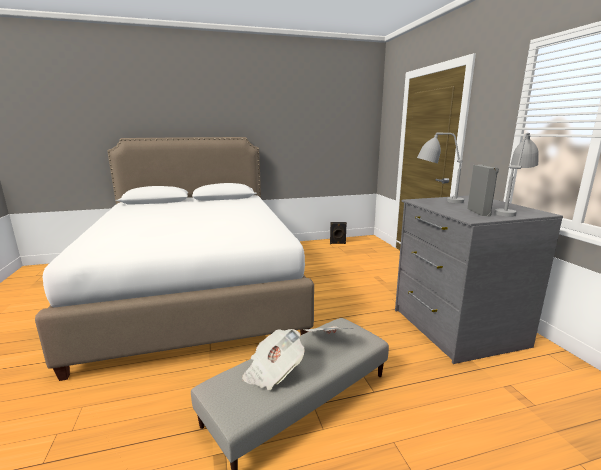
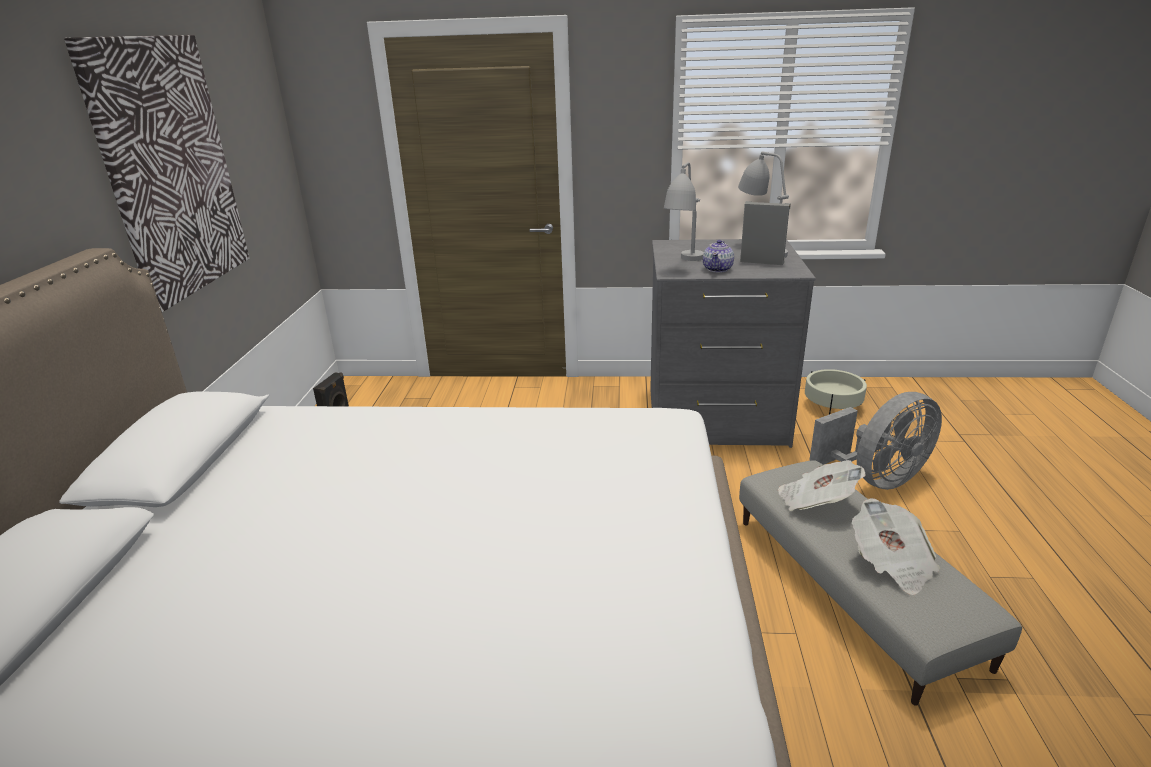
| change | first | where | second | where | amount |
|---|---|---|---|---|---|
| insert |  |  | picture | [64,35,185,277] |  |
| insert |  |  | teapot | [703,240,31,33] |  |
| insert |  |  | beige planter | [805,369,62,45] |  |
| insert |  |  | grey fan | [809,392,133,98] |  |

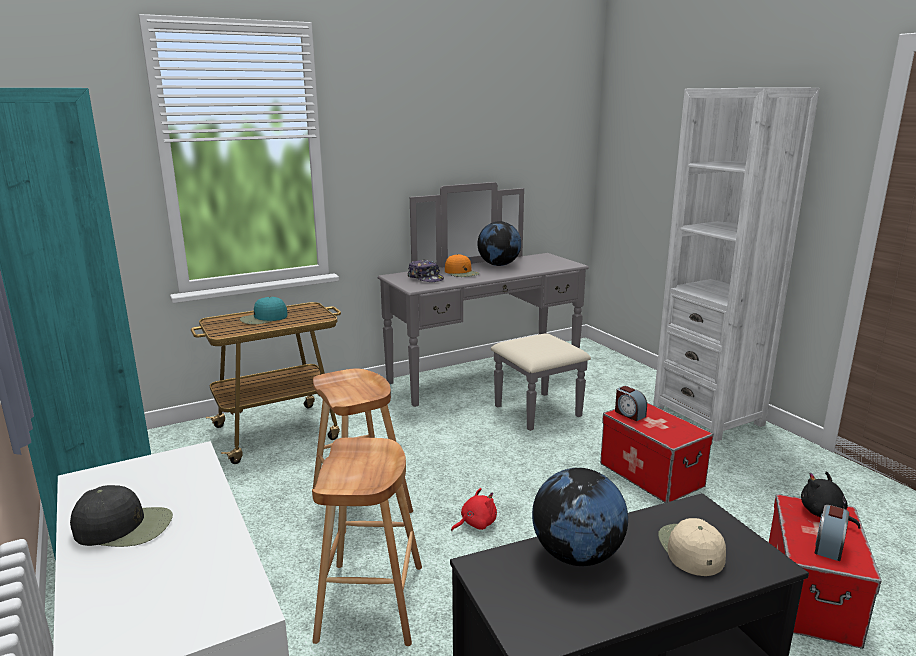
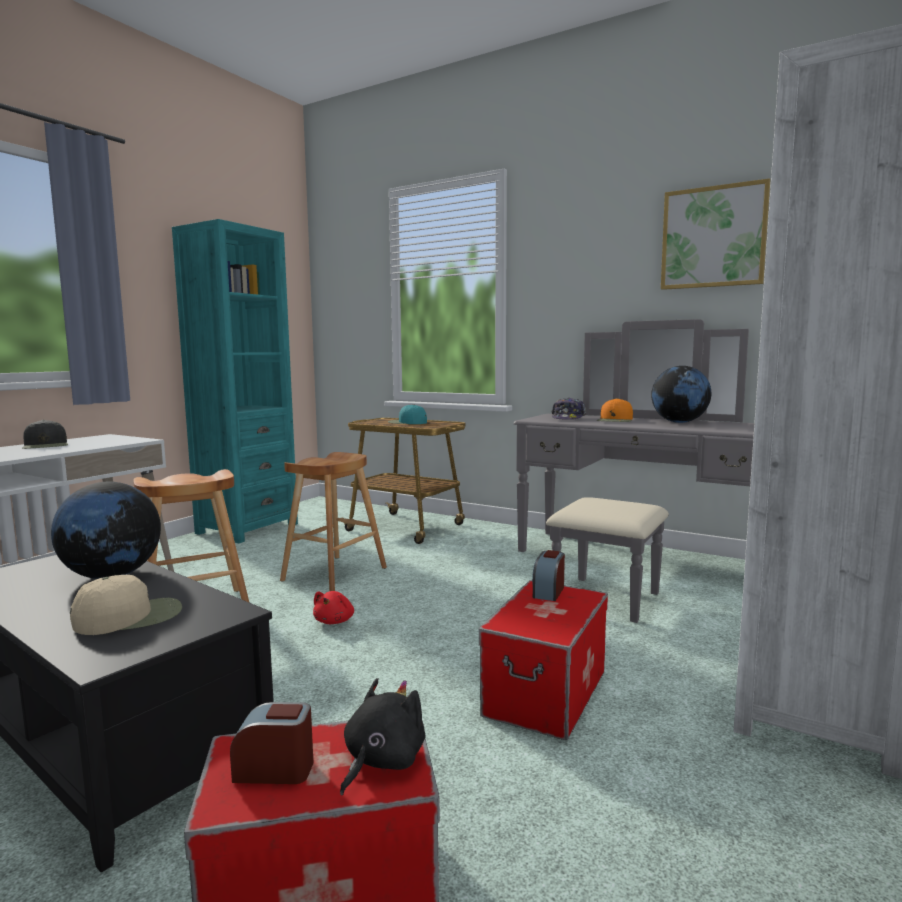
| change | first | where | second | where | amount |
|---|---|---|---|---|---|
| insert |  |  | picture | [661,178,109,112] |  |
| rotate | red plush toy | [451,488,46,43] |  | [313,591,41,33] | 75 degrees clockwise |

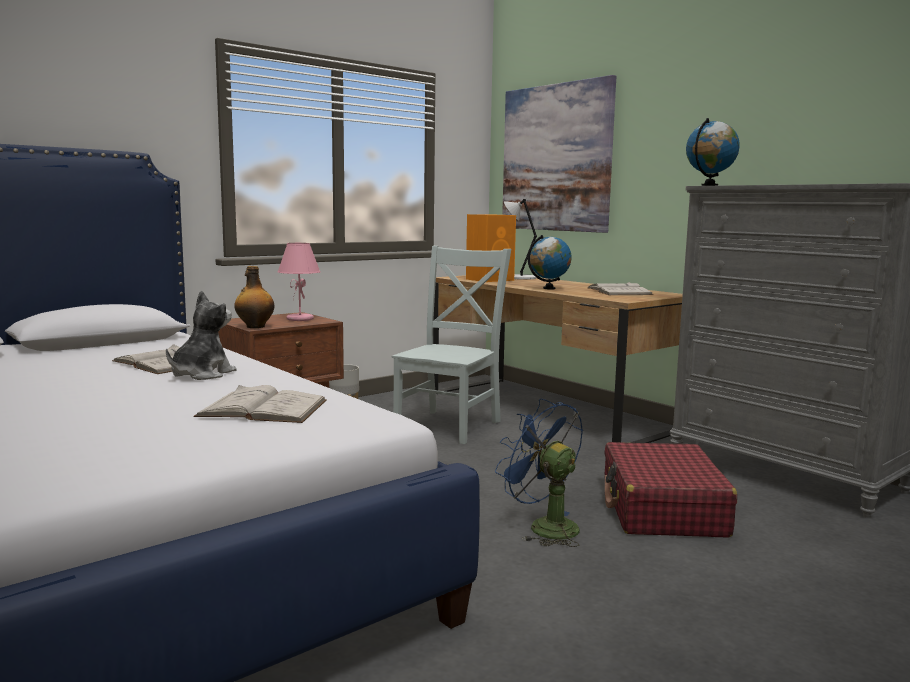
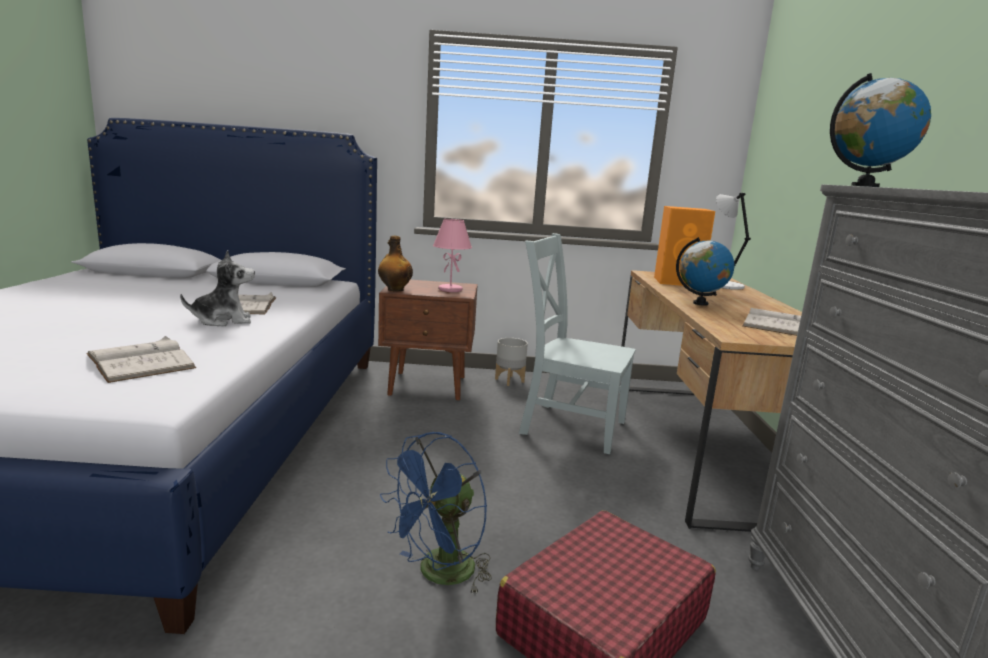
| change | first | where | second | where | amount |
|---|---|---|---|---|---|
| delete | picture | [502,75,114,158] |  |  |  |
| rotate | grey chair | [392,246,119,198] |  | [519,233,117,221] | 135 degrees counterclockwise |
| rotate | blue fan | [495,399,88,148] |  | [380,432,112,163] | 135 degrees counterclockwise |

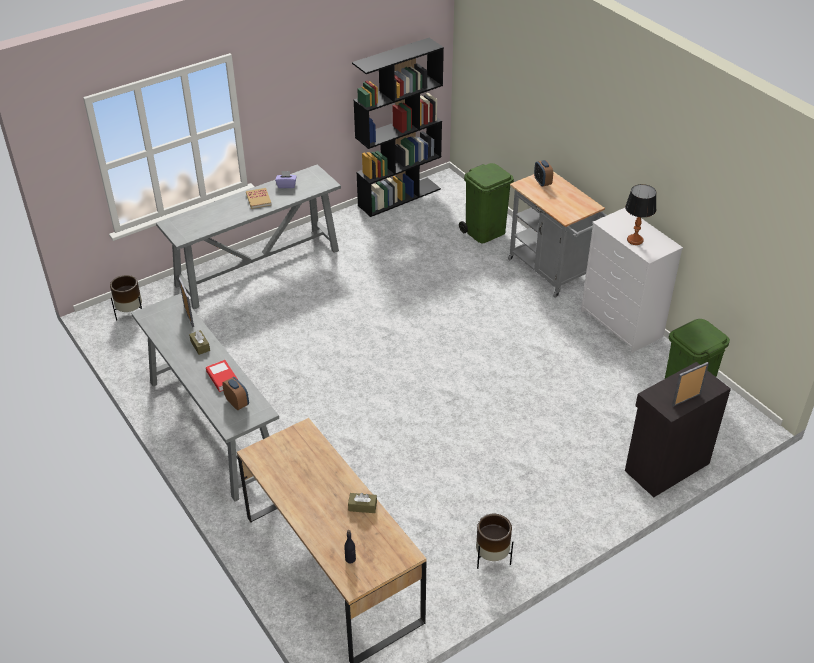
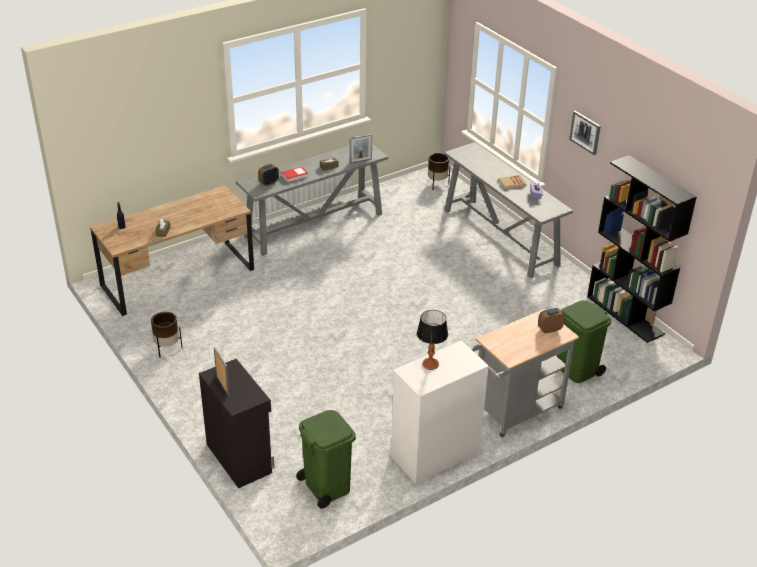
| change | first | where | second | where | amount |
|---|---|---|---|---|---|
| insert |  |  | picture | [569,111,32,44] |  |

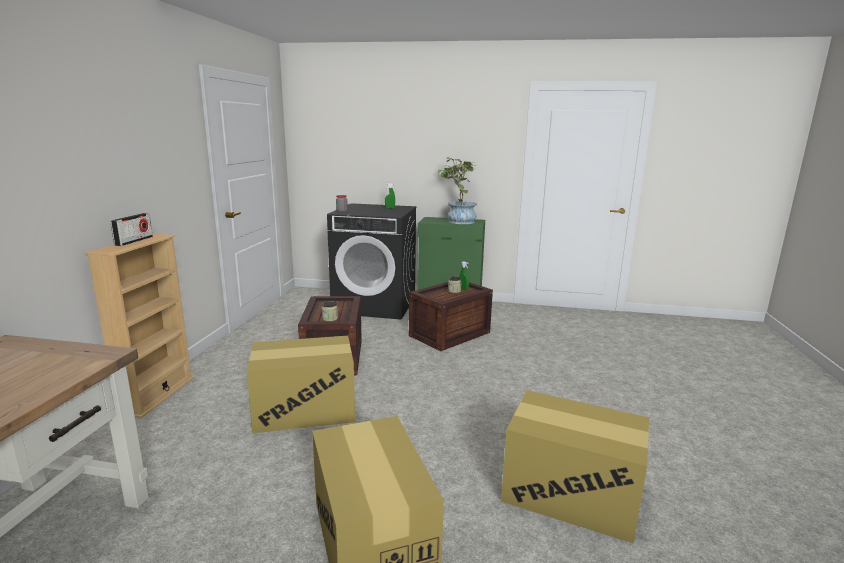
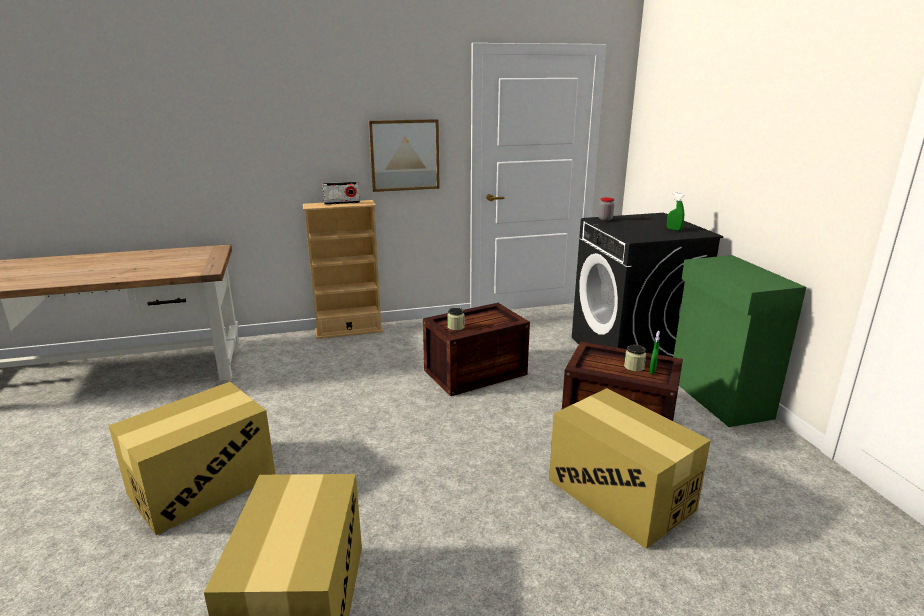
| change | first | where | second | where | amount |
|---|---|---|---|---|---|
| delete | potted plant | [438,157,39,67] |  |  |  |
| insert |  |  | picture | [369,119,71,73] |  |
| move | cardboard box | [247,336,108,97] |  | [549,388,162,161] |  |

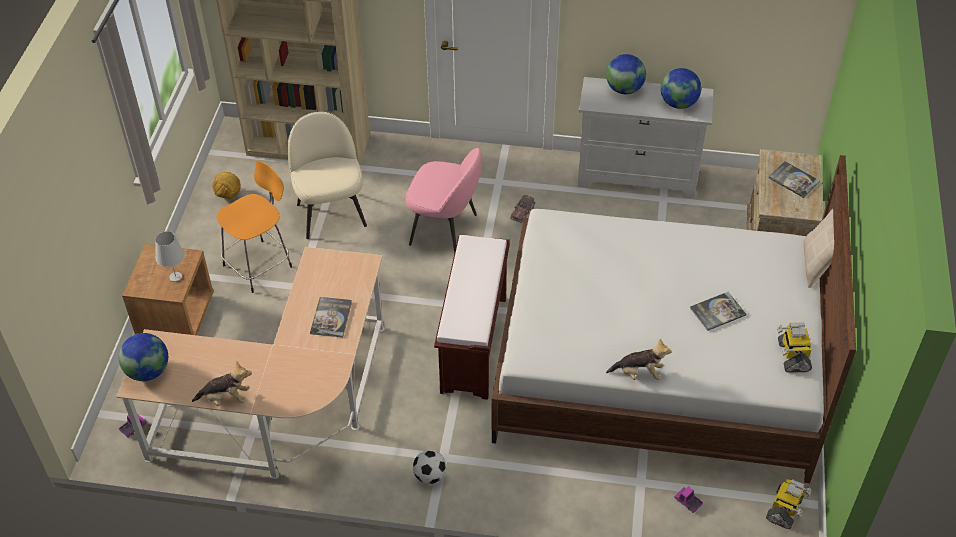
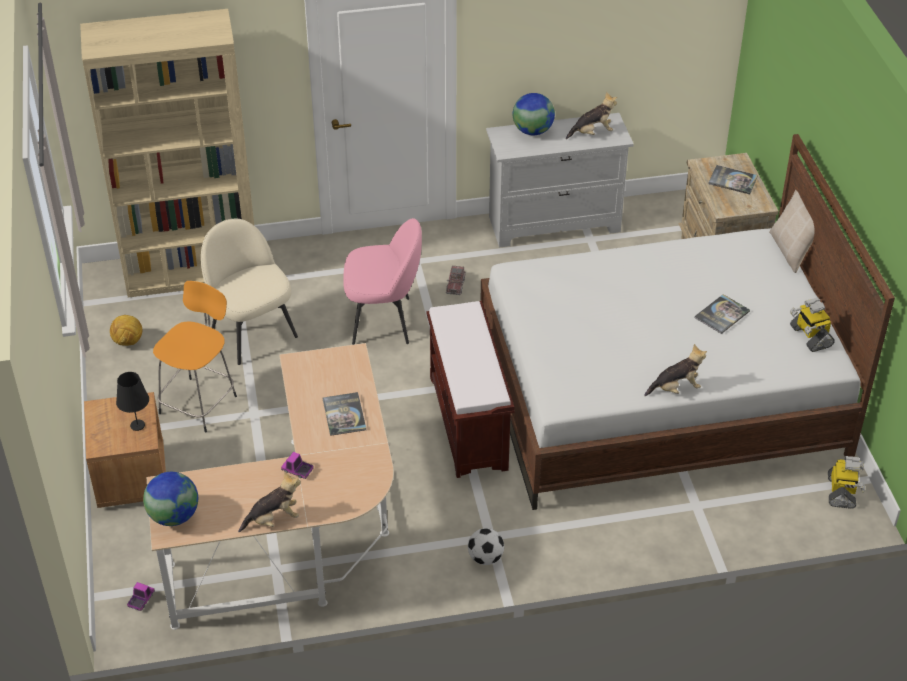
| change | first | where | second | where | amount |
|---|---|---|---|---|---|
| move | toy truck | [674,486,29,27] |  | [281,452,33,27] |  |
| replace | globe | [661,68,40,41] | plush toy | [566,91,51,48] |  |
| recolor | white table lamp | [155,231,30,51] | black table lamp | [116,372,33,59] |  |

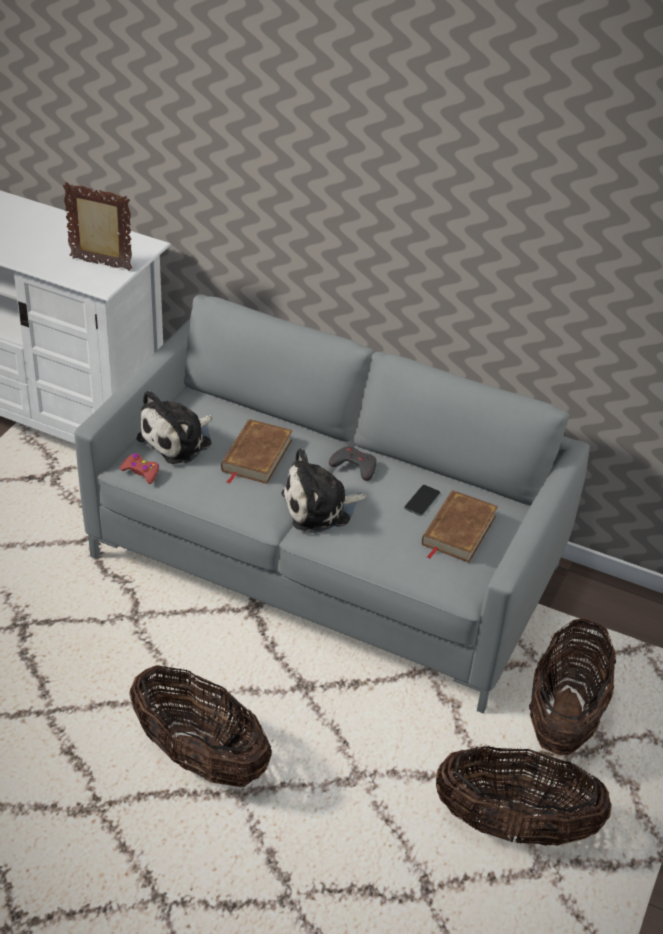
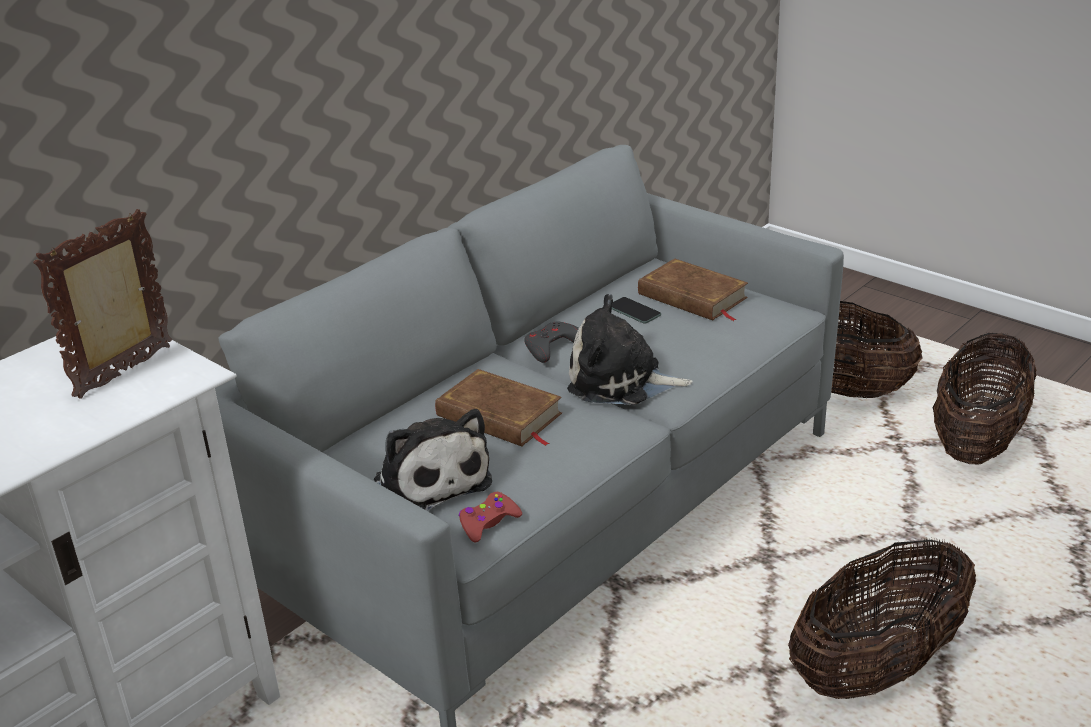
| change | first | where | second | where | amount |
|---|---|---|---|---|---|
| rotate | plush toy | [281,448,86,85] |  | [567,294,126,111] | 105 degrees clockwise |

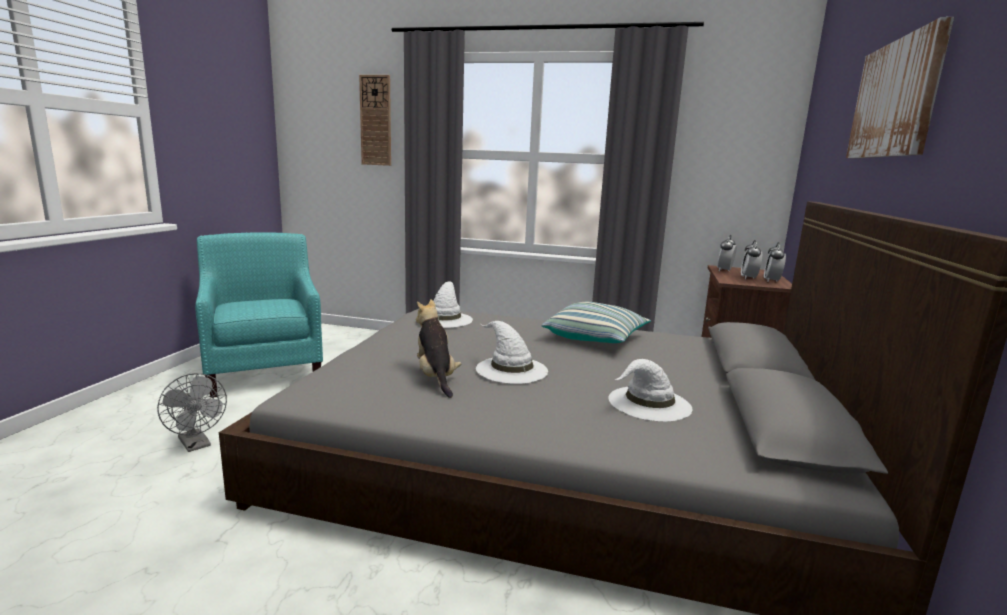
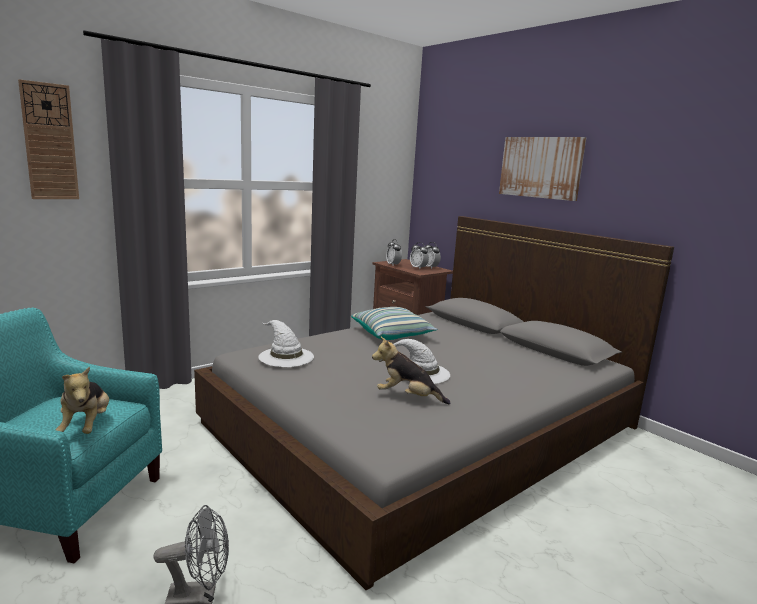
| change | first | where | second | where | amount |
|---|---|---|---|---|---|
| delete | white hat | [608,359,84,63] |  |  |  |
| insert |  |  | plush toy | [56,366,53,68] |  |

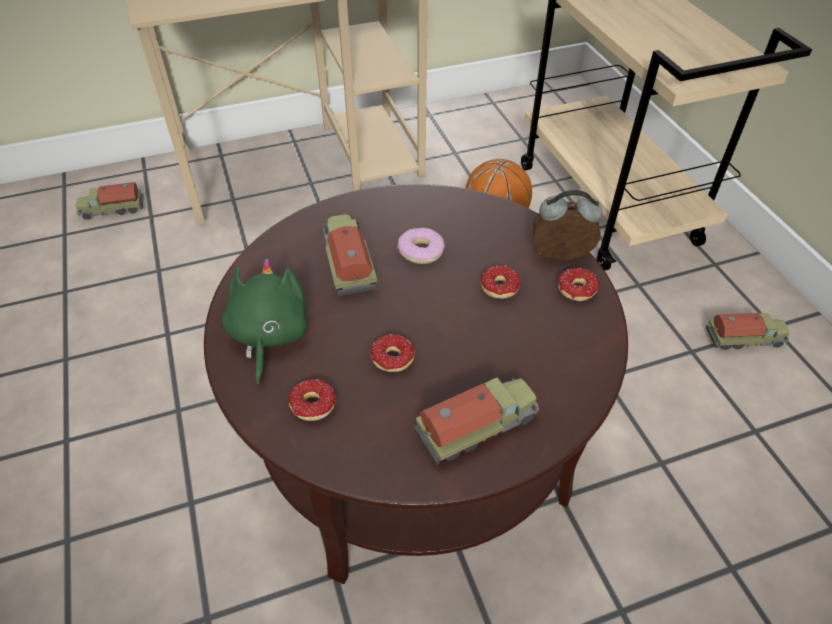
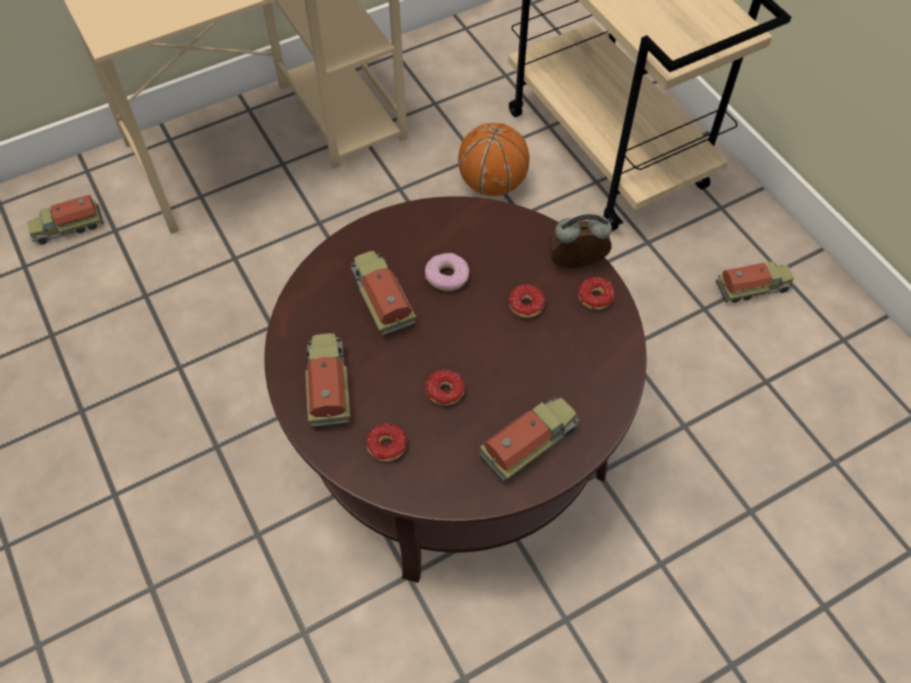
| change | first | where | second | where | amount |
|---|---|---|---|---|---|
| replace | green plush toy | [222,259,85,125] | toy truck | [306,333,45,96] |  |

